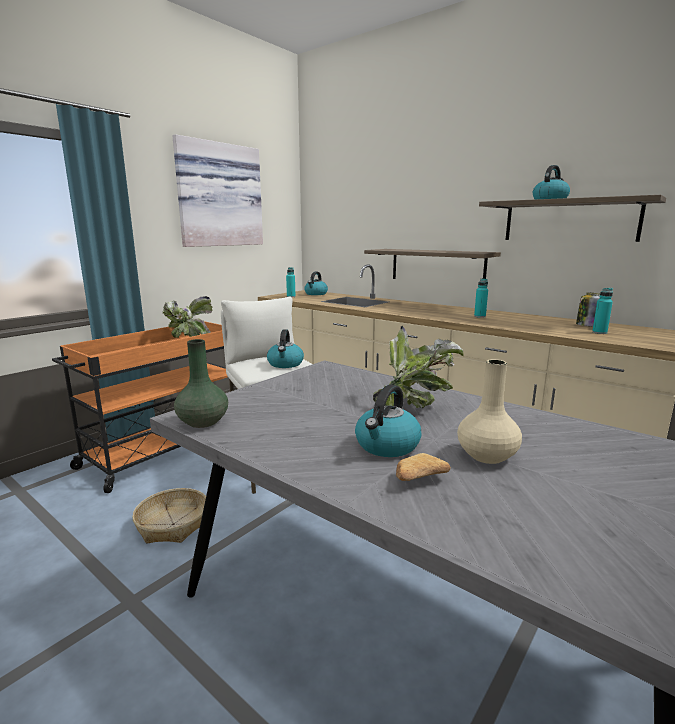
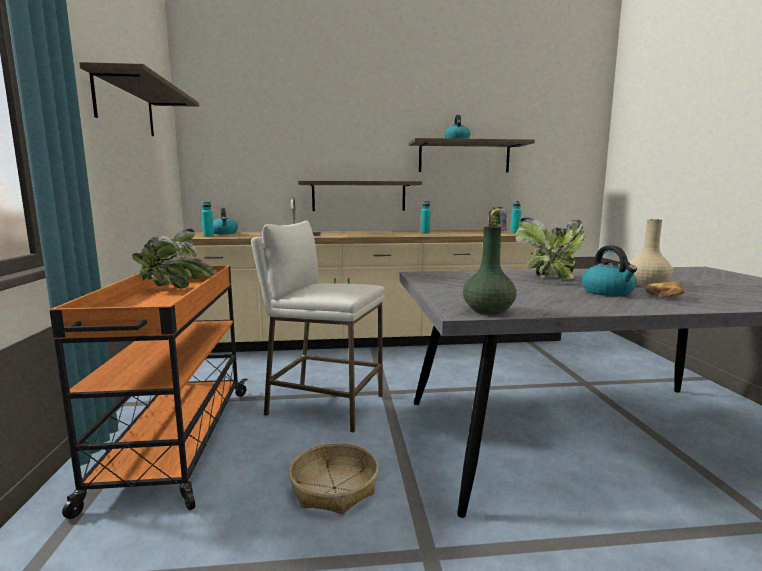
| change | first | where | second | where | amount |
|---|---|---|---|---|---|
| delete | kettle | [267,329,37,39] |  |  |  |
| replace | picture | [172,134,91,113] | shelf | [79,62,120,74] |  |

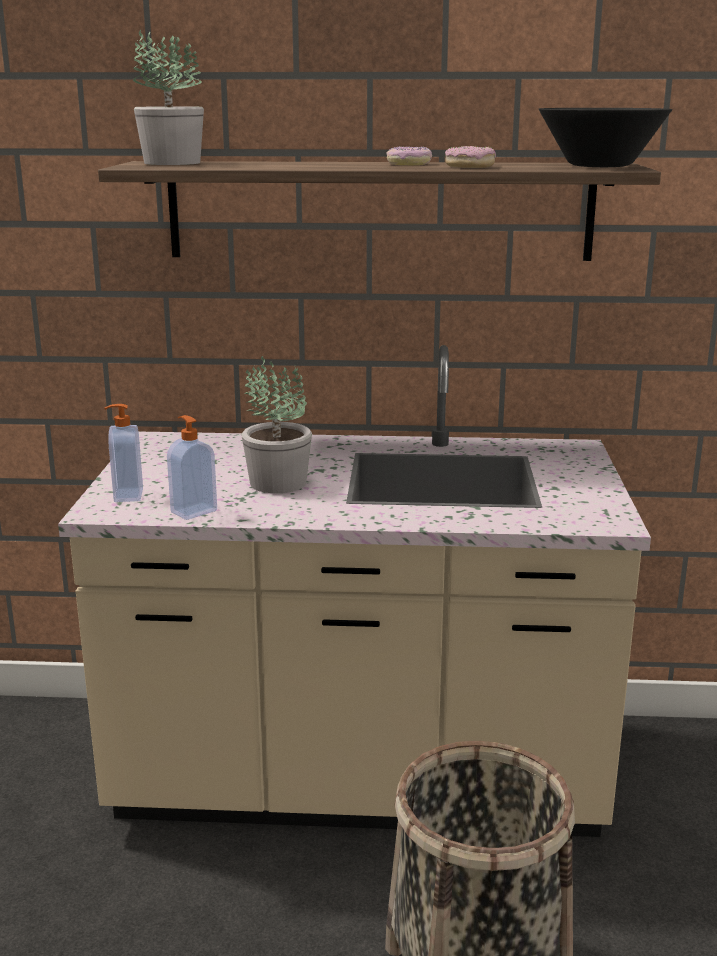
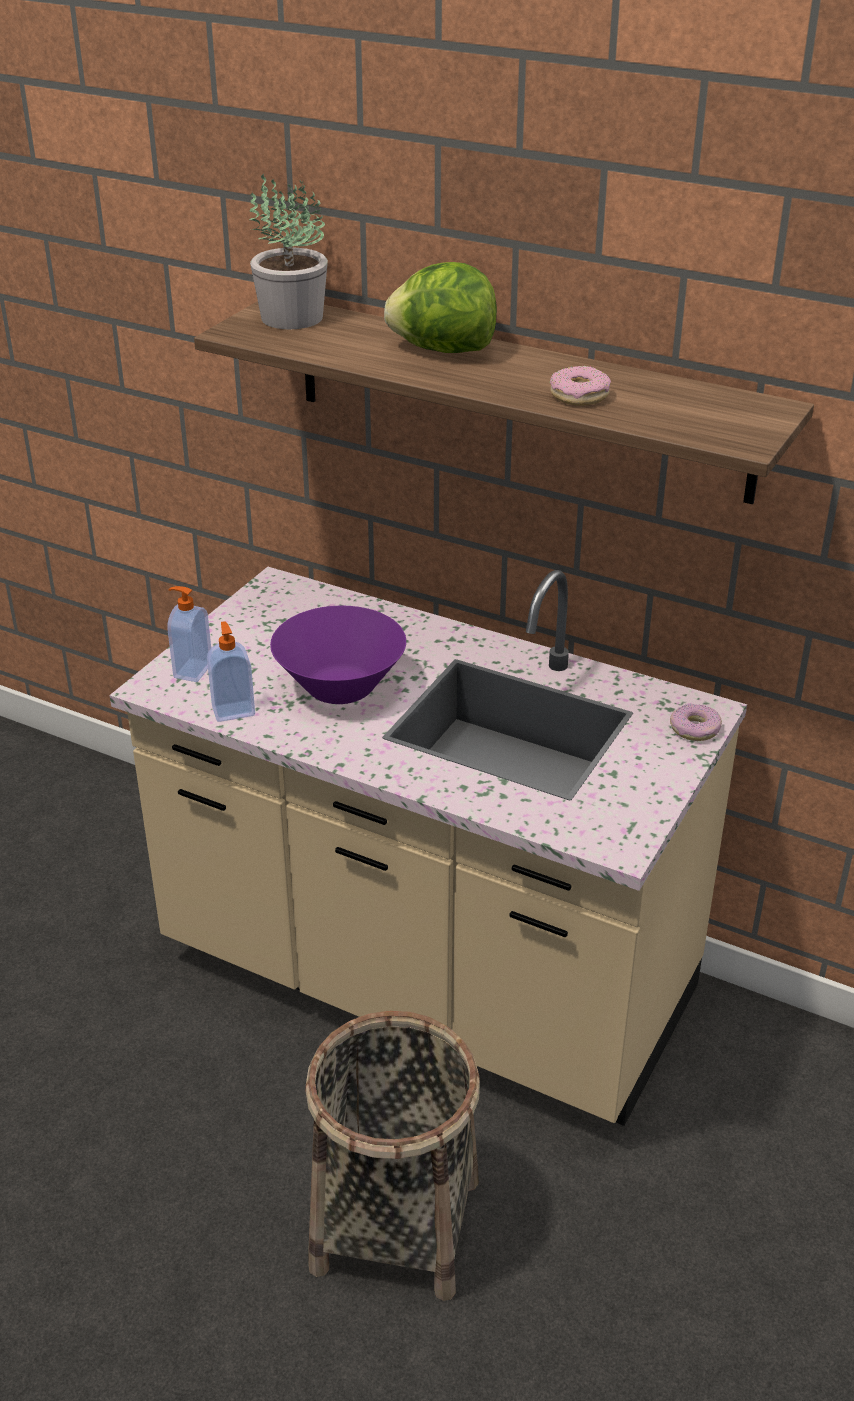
| change | first | where | second | where | amount |
|---|---|---|---|---|---|
| delete | black bowl | [539,108,133,59] |  |  |  |
| insert |  |  | lettuce | [384,262,113,91] |  |
| move | donut | [387,146,45,19] |  | [670,704,52,37] |  |
| replace | potted plant | [241,356,71,137] | purple bowl | [270,606,136,98] |  |

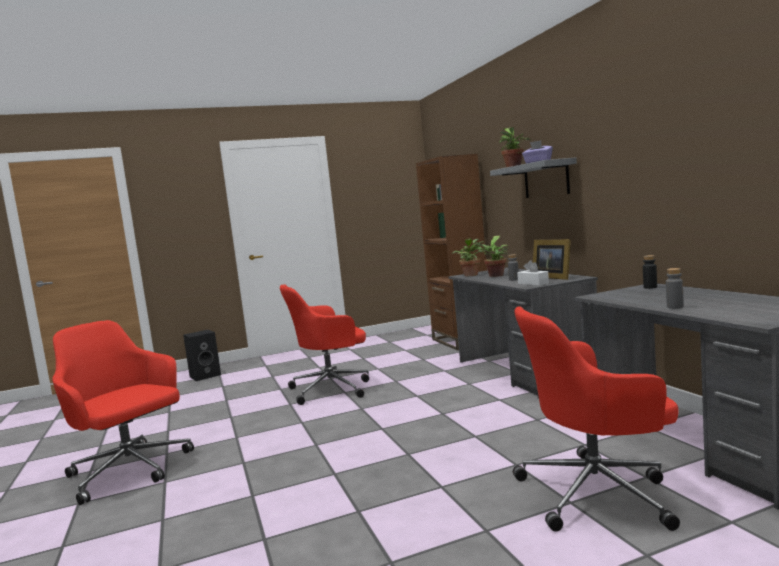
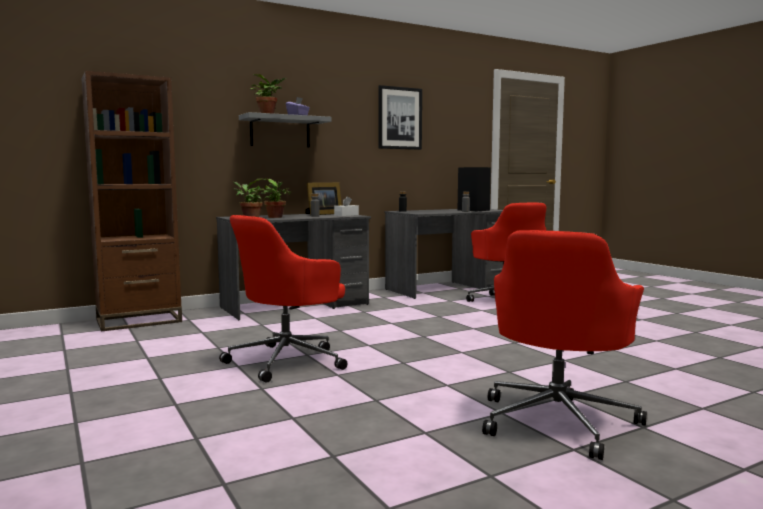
| change | first | where | second | where | amount |
|---|---|---|---|---|---|
| insert |  |  | picture | [378,85,44,65] |  |
| move | black speaker | [183,330,38,51] |  | [458,167,33,44] |  |
| rotate | red office chair | [280,284,89,121] |  | [219,215,128,168] | 75 degrees clockwise |

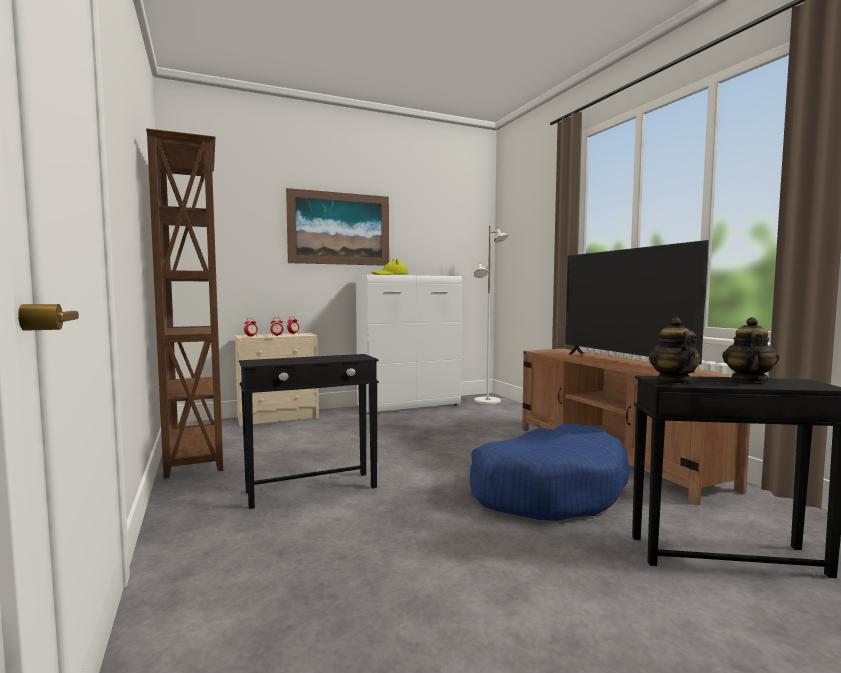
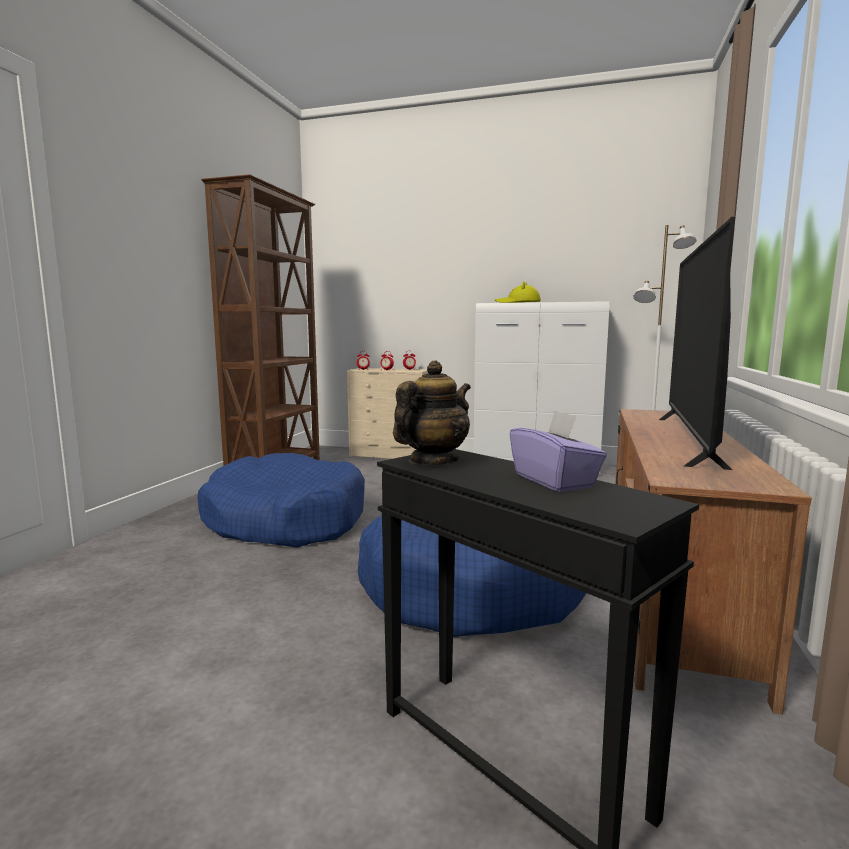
| change | first | where | second | where | amount |
|---|---|---|---|---|---|
| delete | picture | [286,188,103,78] |  |  |  |
| replace | black side table | [239,354,140,155] | blue dog bed | [197,453,168,95] |  |
| replace | teapot | [722,317,58,65] | purple tissue box | [509,410,98,82] |  |

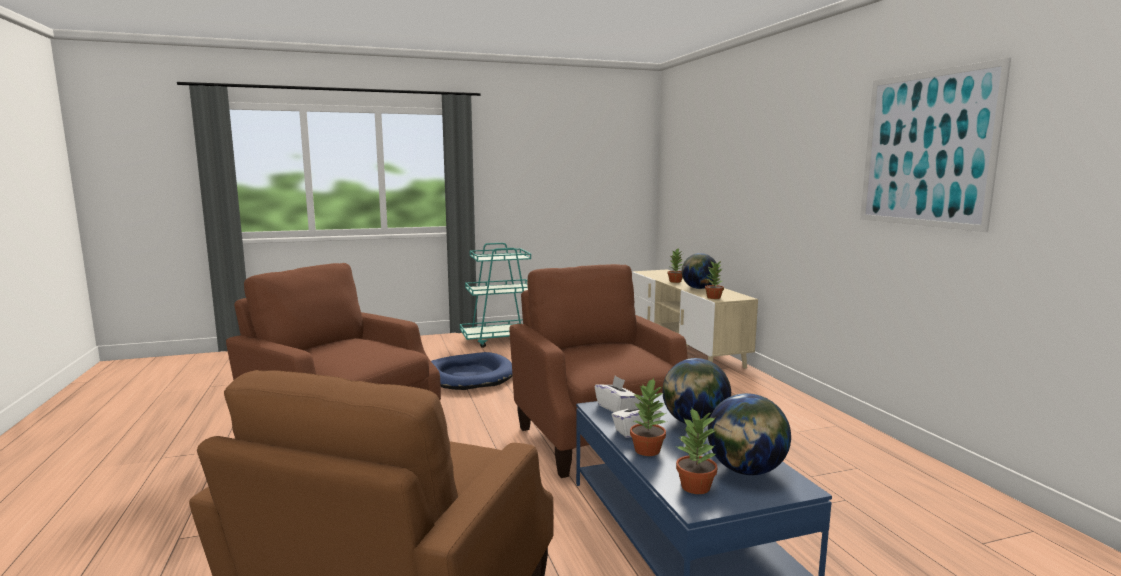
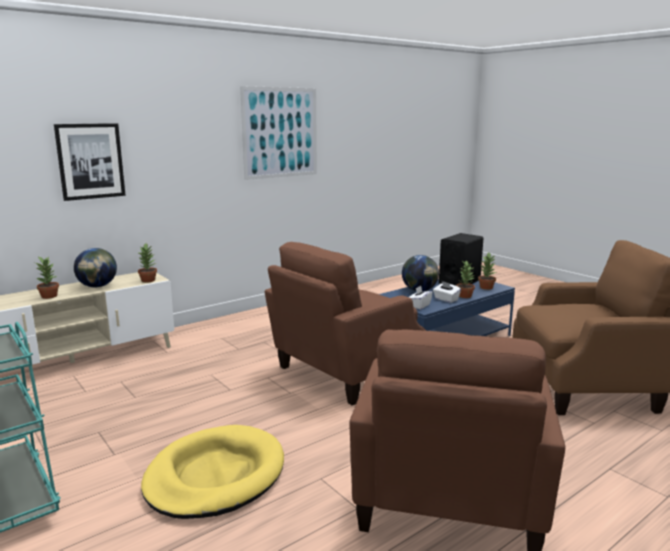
| change | first | where | second | where | amount |
|---|---|---|---|---|---|
| insert |  |  | picture | [54,123,72,78] |  |
| replace | globe | [707,393,84,82] | black speaker | [439,233,44,53] |  |
| recolor | blue dog bed | [431,352,82,38] | yellow dog bed | [141,425,143,94] |  |

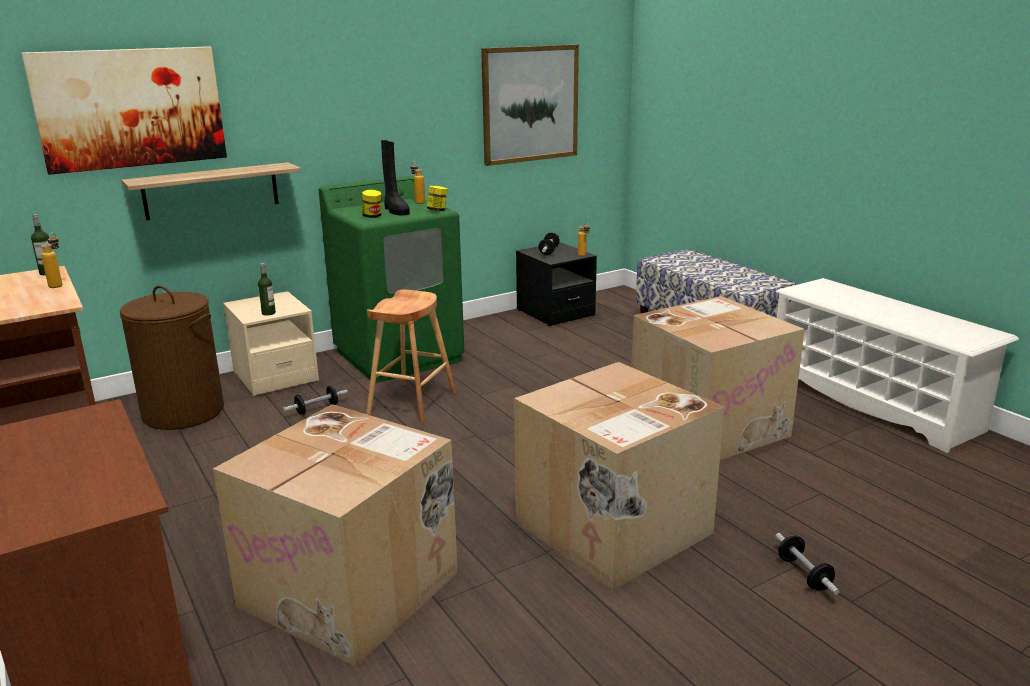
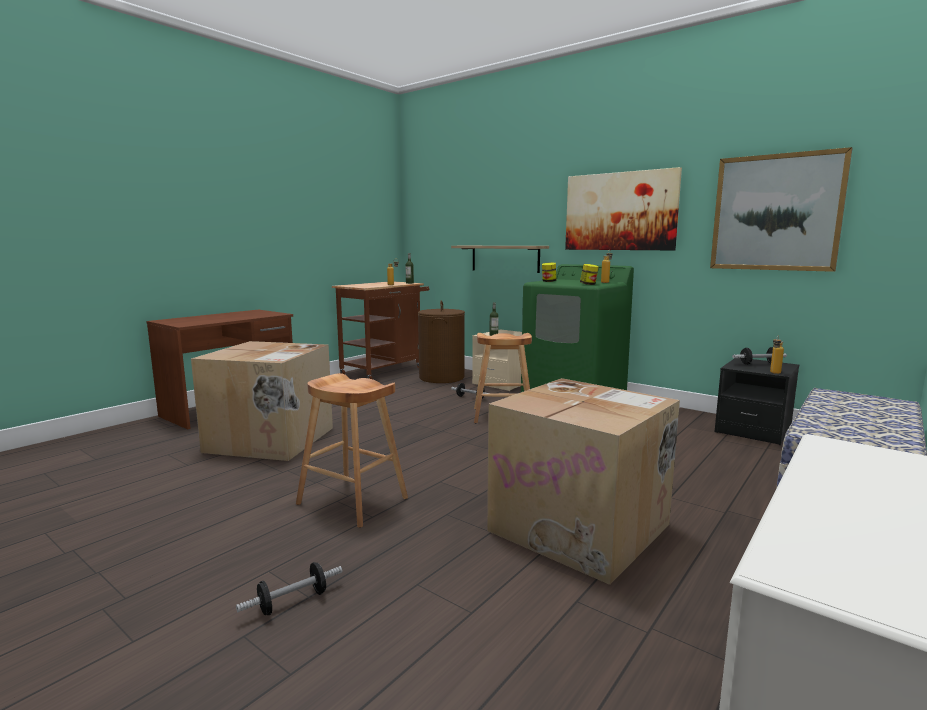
| change | first | where | second | where | amount |
|---|---|---|---|---|---|
| delete | black boot | [381,140,29,76] |  |  |  |
| move | picture | [21,47,206,128] |  | [565,167,117,83] |  |
| replace | cardboard box | [514,362,211,228] | brown stool | [296,373,112,155] |  |

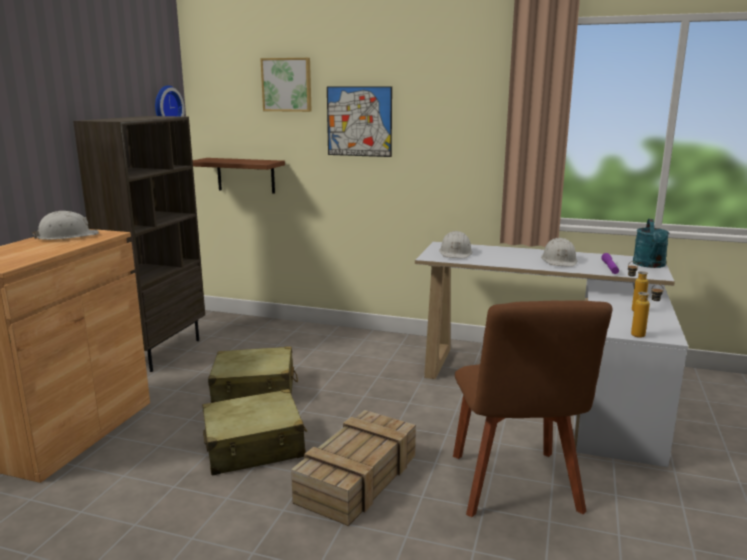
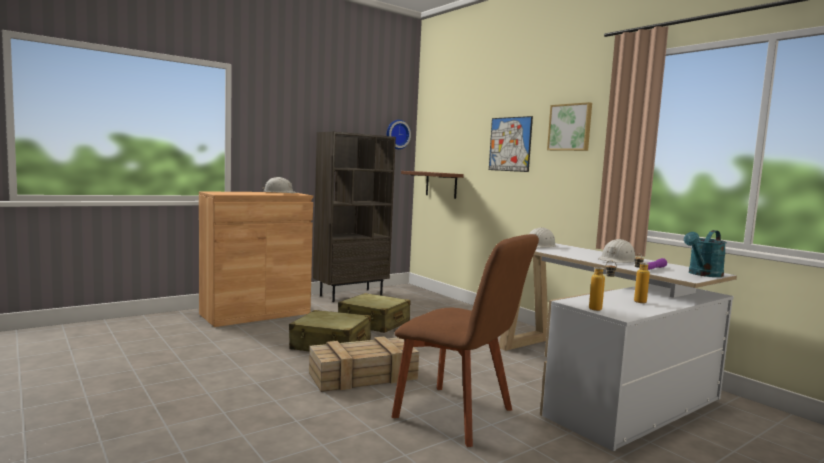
| change | first | where | second | where | amount |
|---|---|---|---|---|---|
| move | picture | [260,58,52,54] |  | [547,102,45,49] |  |
| rotate | brown chair | [453,300,159,217] |  | [392,234,147,213] | 90 degrees counterclockwise |

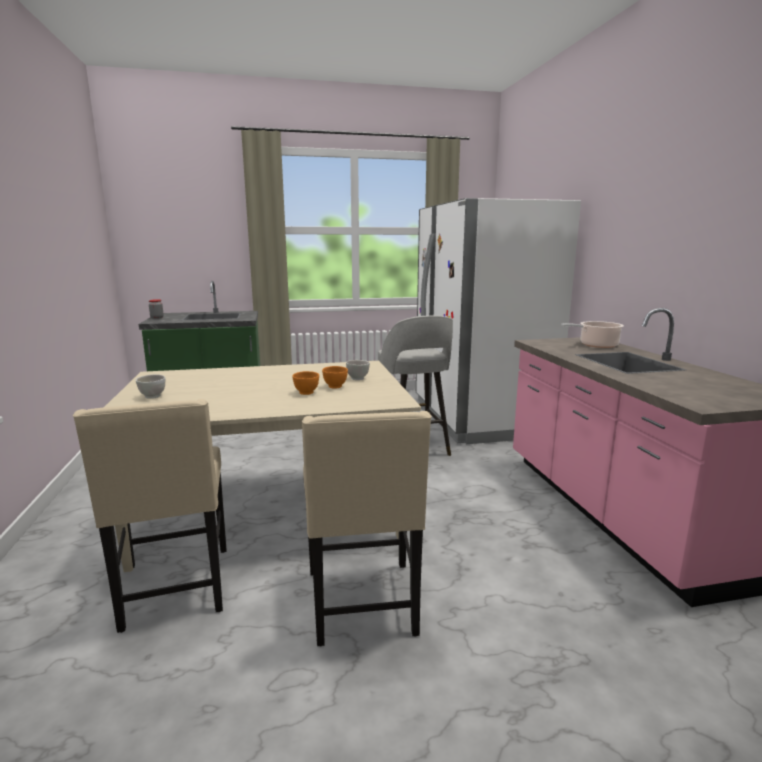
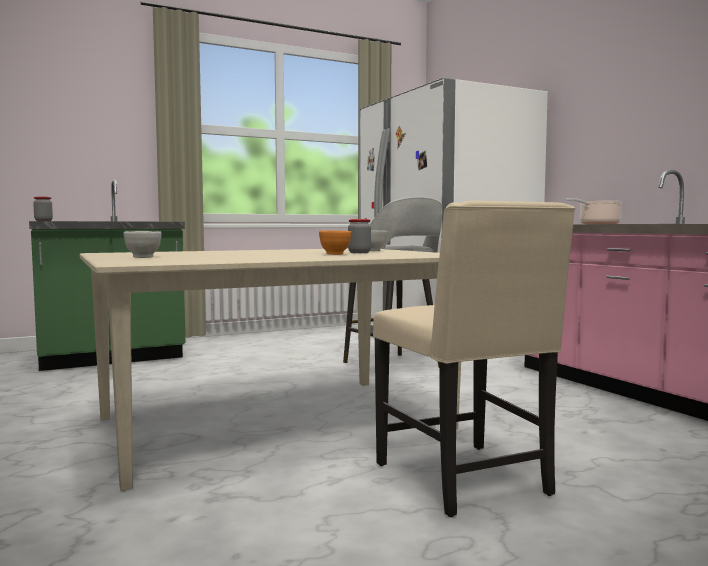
| change | first | where | second | where | amount |
|---|---|---|---|---|---|
| delete | beige chair | [73,399,154,234] |  |  |  |
| replace | orange bowl | [322,366,26,22] | jar | [348,219,23,34] |  |

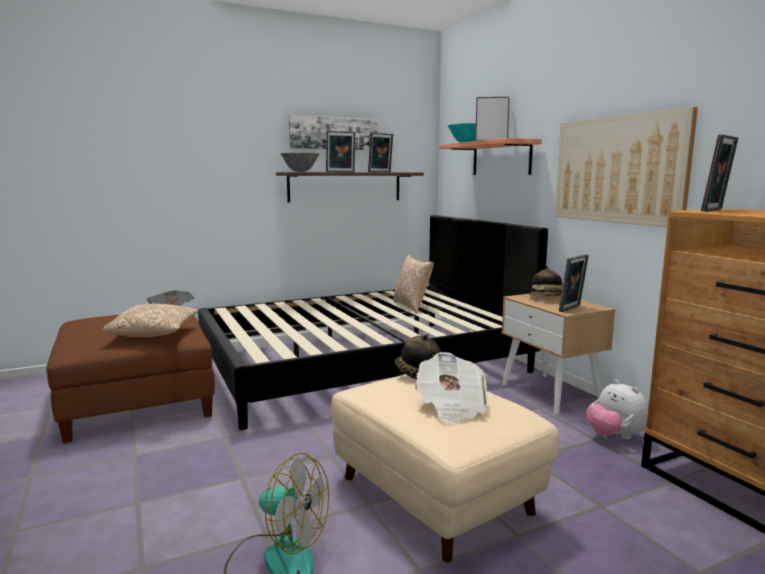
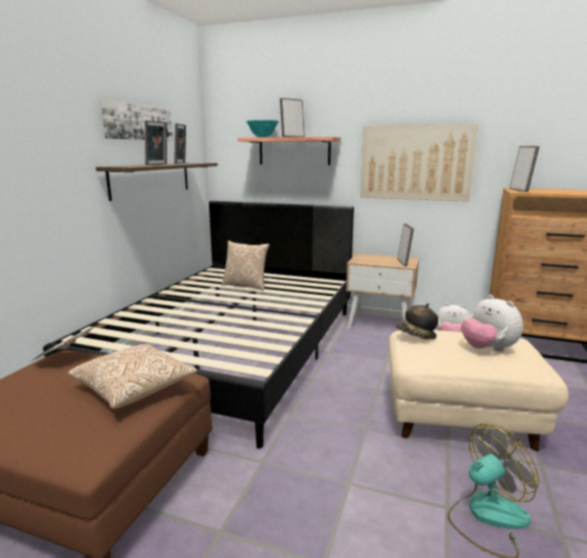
| change | first | where | second | where | amount |
|---|---|---|---|---|---|
| delete | grey bowl | [281,153,38,19] |  |  |  |
| delete | hat | [529,266,34,30] |  |  |  |
| replace | newspaper | [415,352,73,72] | plush toy | [461,295,62,57] |  |

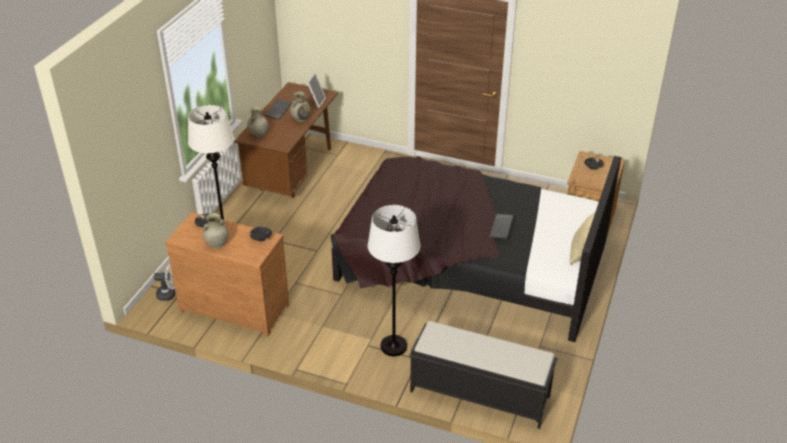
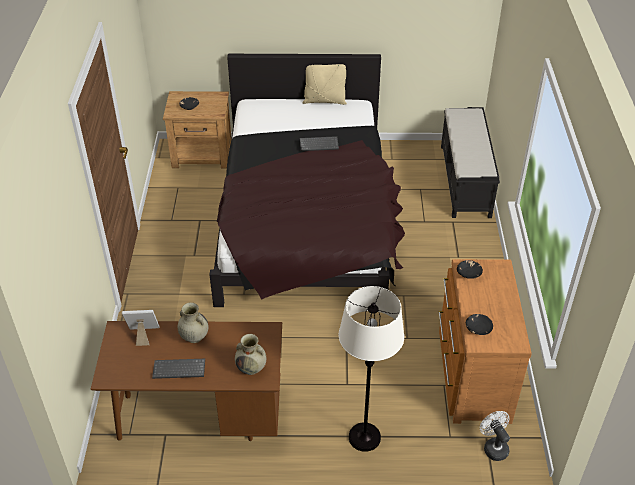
| change | first | where | second | where | amount |
|---|---|---|---|---|---|
| delete | beige vase | [203,213,26,35] |  |  |  |
| delete | white floor lamp | [368,205,53,151] |  |  |  |

